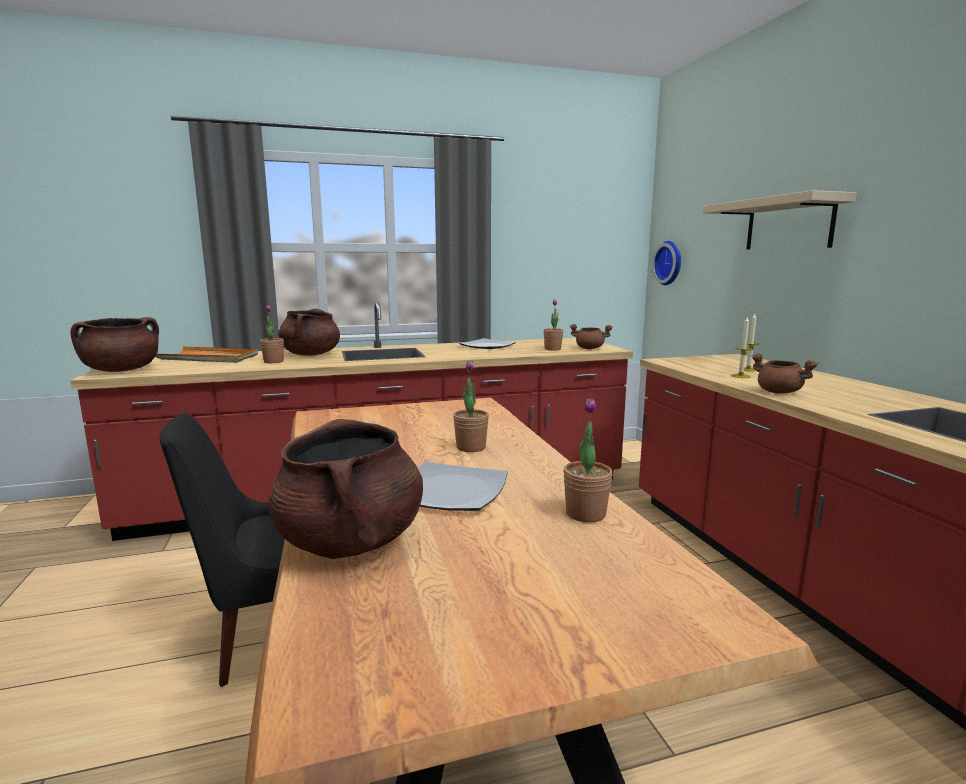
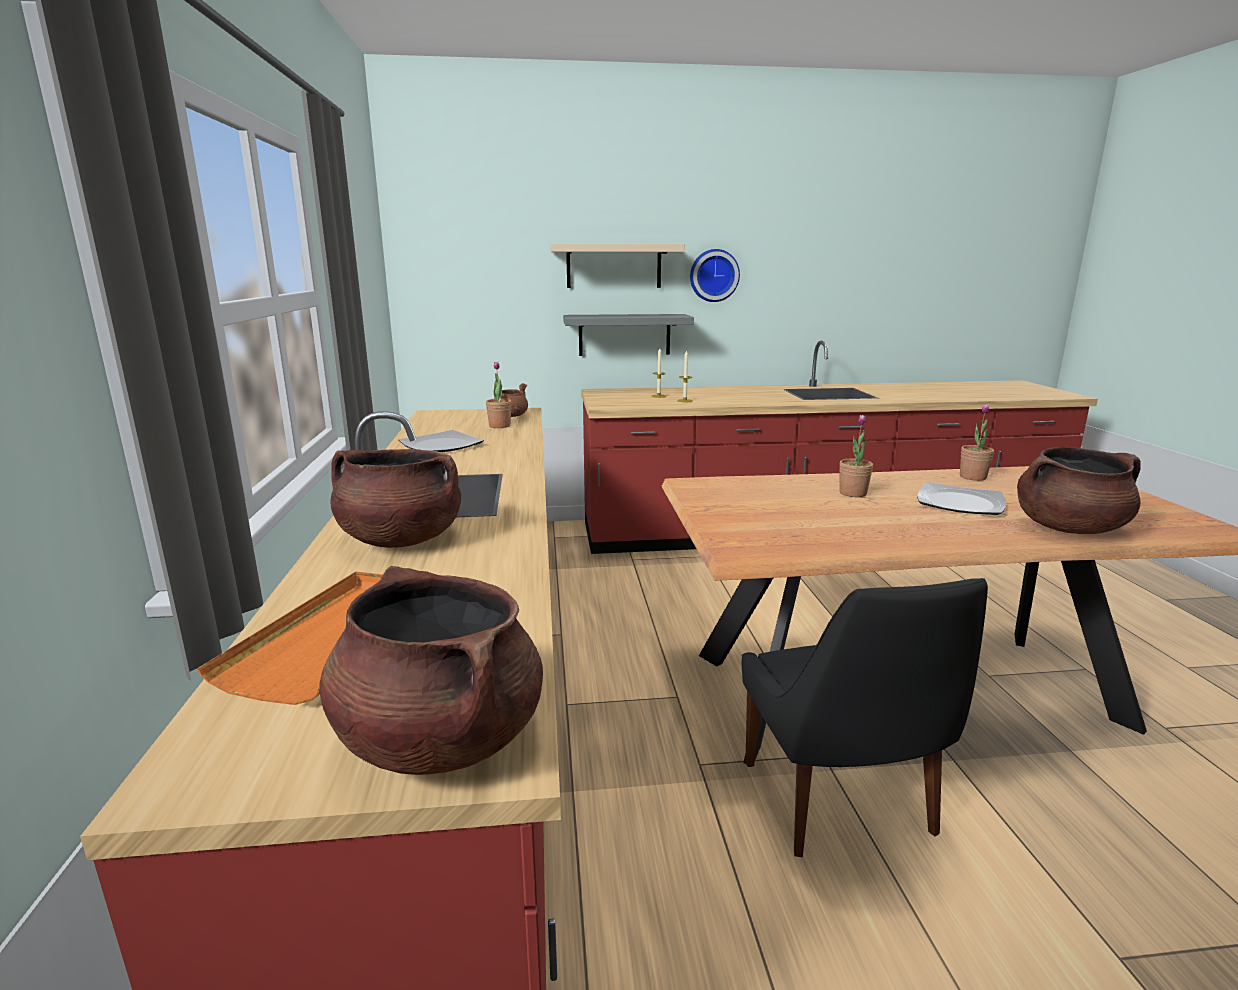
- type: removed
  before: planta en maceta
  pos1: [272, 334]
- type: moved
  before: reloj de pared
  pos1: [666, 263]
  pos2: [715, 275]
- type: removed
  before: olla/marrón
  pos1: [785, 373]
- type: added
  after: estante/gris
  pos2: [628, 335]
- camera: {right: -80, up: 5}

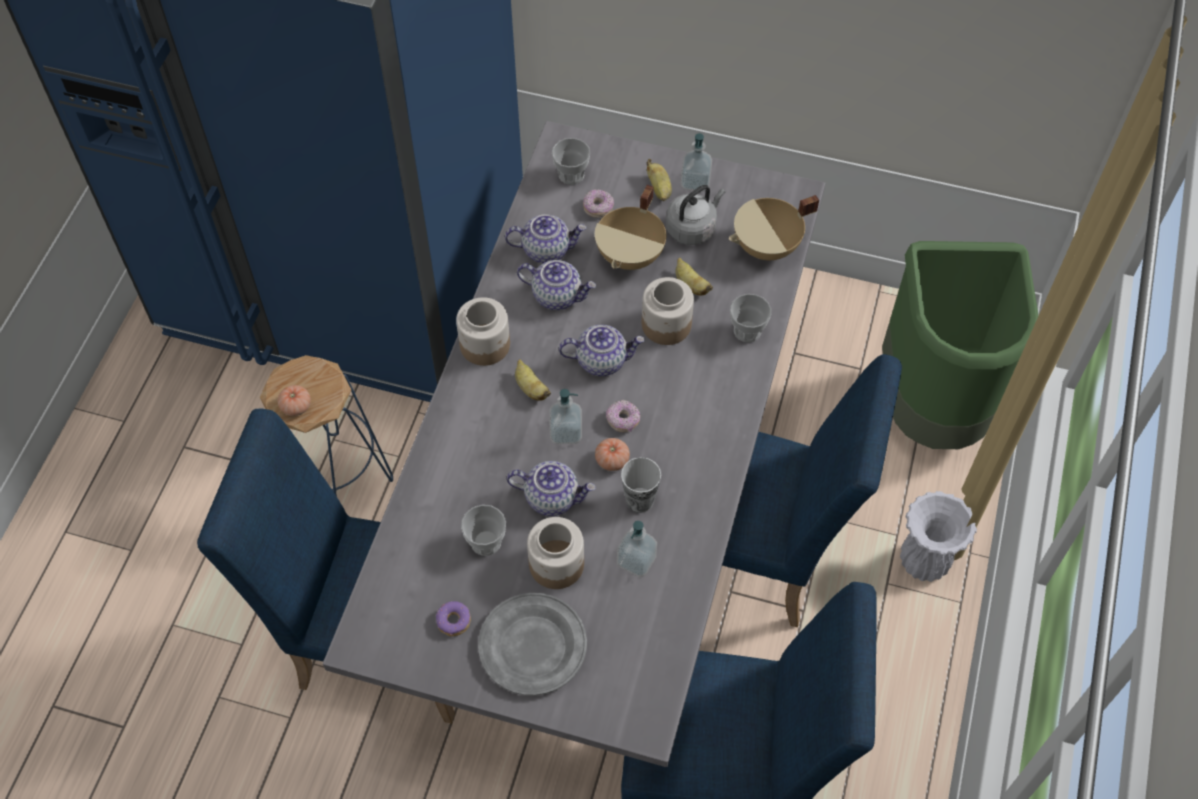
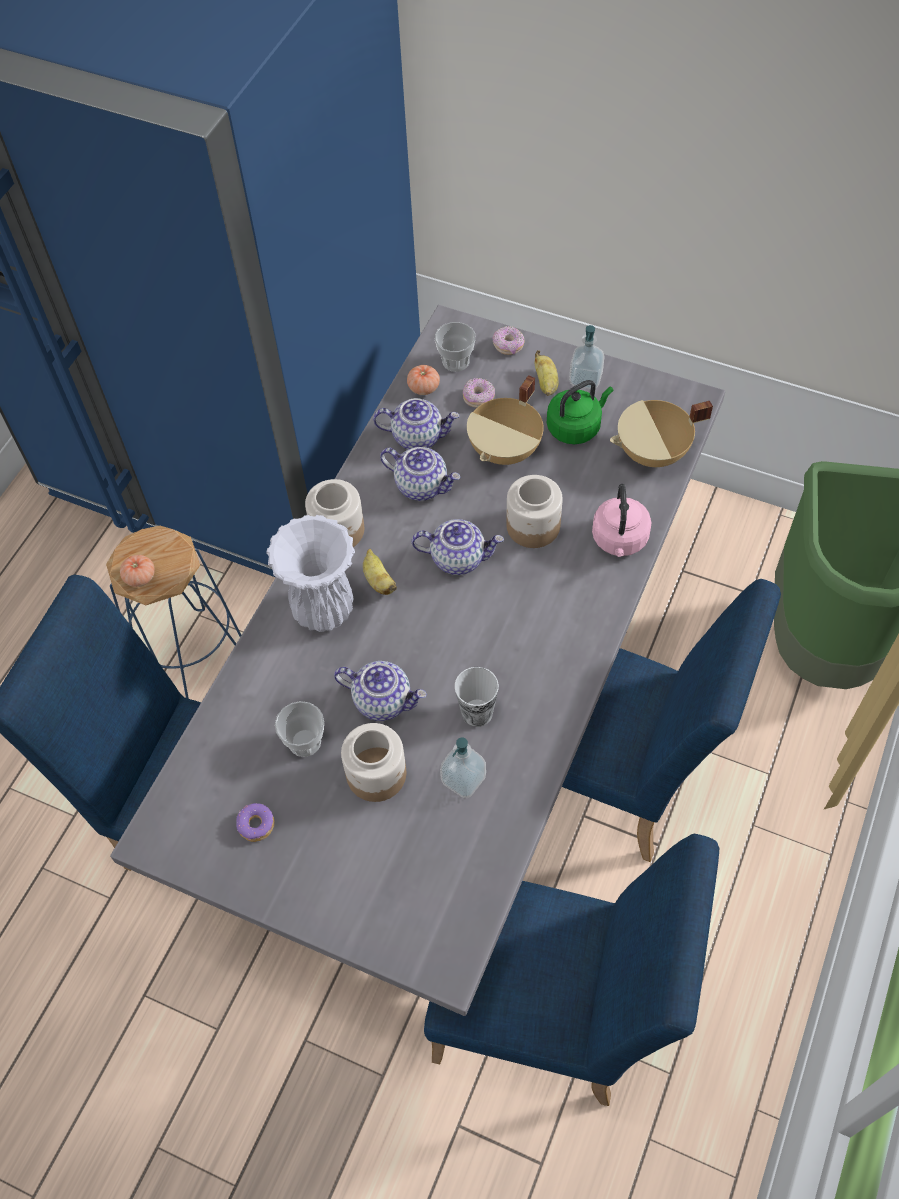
- type: removed
  before: plato/gris
  pos1: [532, 644]
- type: removed
  before: dispensador de jabón
  pos1: [565, 416]
- type: moved
  before: tomate
  pos1: [612, 454]
  pos2: [423, 380]
- type: moved
  before: rosquilla
  pos1: [623, 416]
  pos2: [508, 340]
- type: recoloured
  before: hervidor/gris
  after: hervidor/verde
  pos1: [695, 215]
  pos2: [580, 412]
- type: removed
  before: plátano
  pos1: [694, 277]
- type: replaced
  before: taza
  after: hervidor/rosa
  pos1: [750, 318]
  pos2: [622, 520]
- type: moved
  before: florero/blanco
  pos1: [938, 536]
  pos2: [310, 573]
- camera: {right: 10, up: 0}

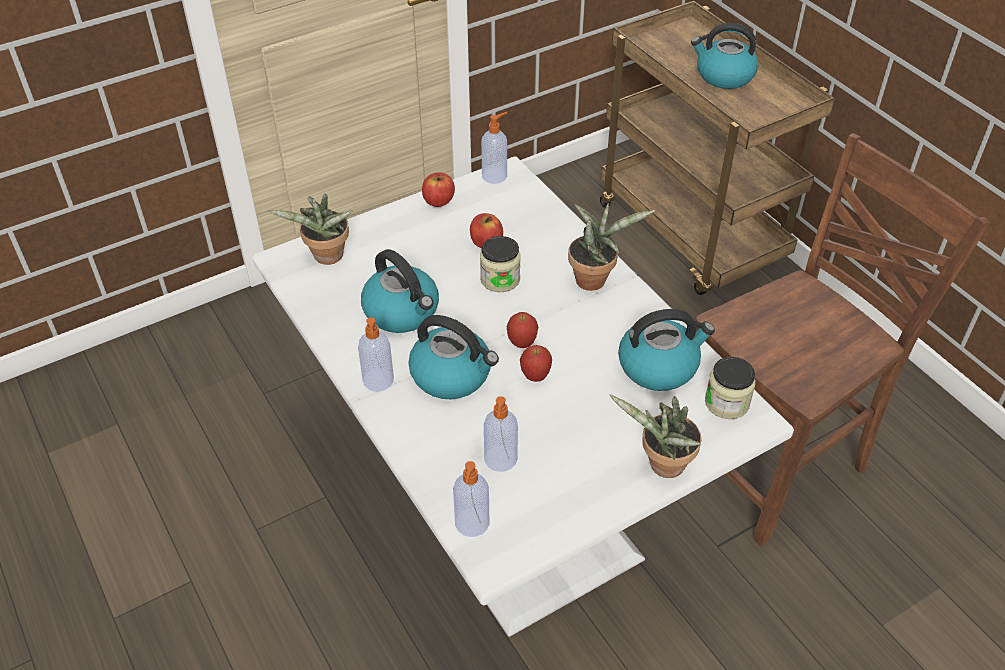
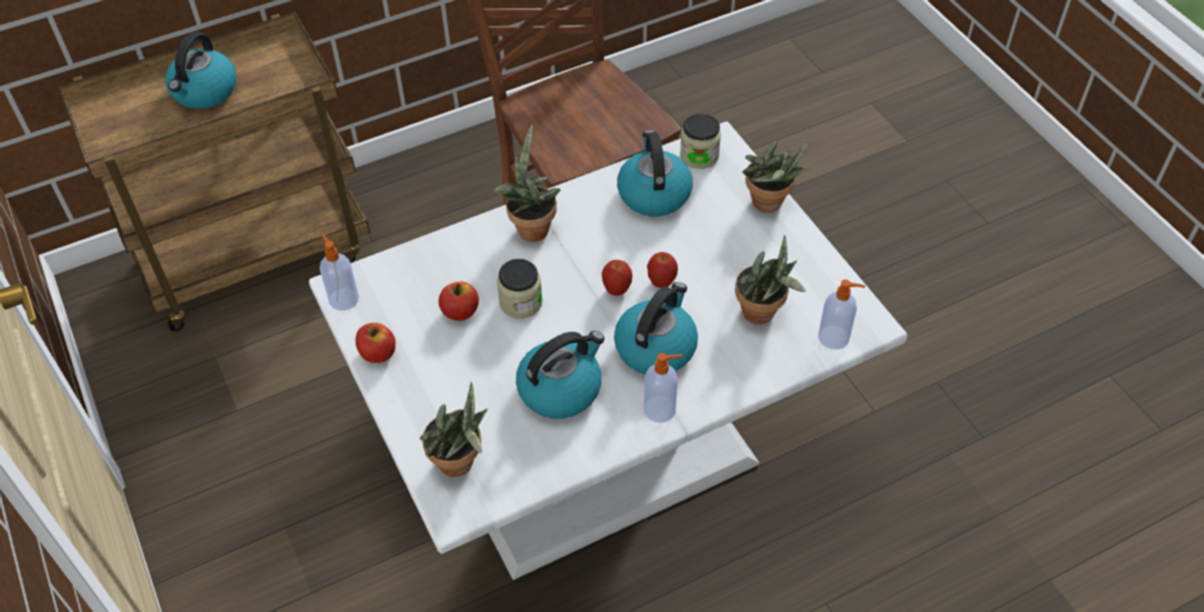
- type: replaced
  before: dispensador de jabón
  after: planta en maceta
  pos1: [501, 434]
  pos2: [770, 279]
- camera: {right: -85, up: 5}

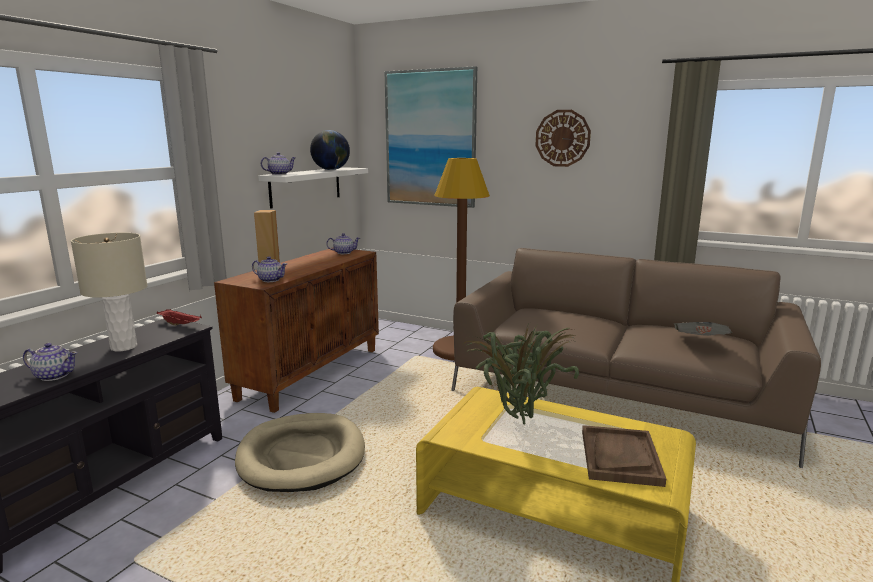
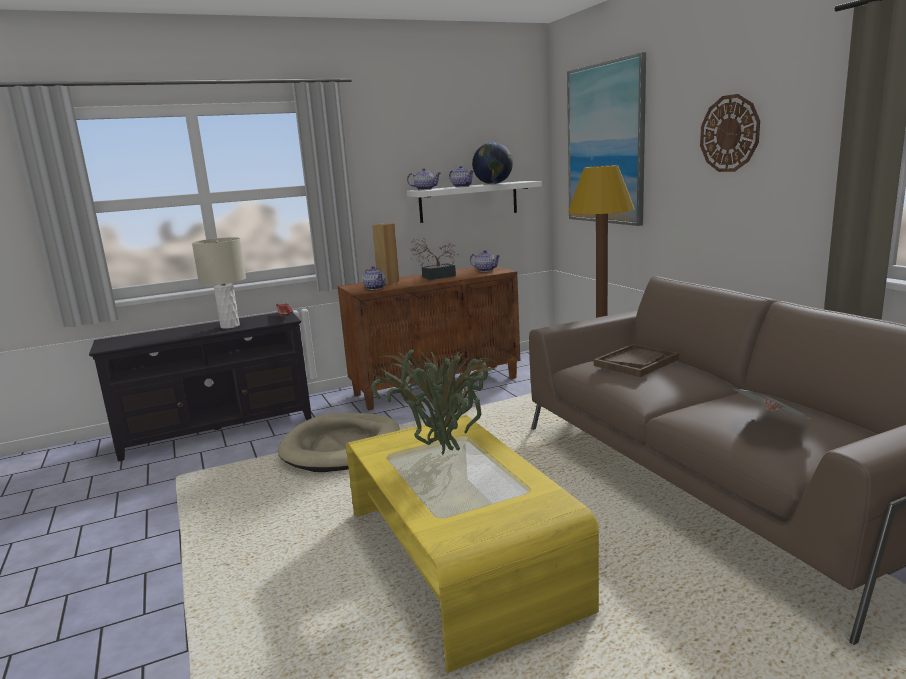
- type: moved
  before: tetera
  pos1: [50, 362]
  pos2: [461, 176]
- type: moved
  before: bandeja/marrón
  pos1: [624, 456]
  pos2: [636, 360]
- type: added
  after: planta en maceta
  pos2: [434, 259]
- camera: {right: 40, up: 0}

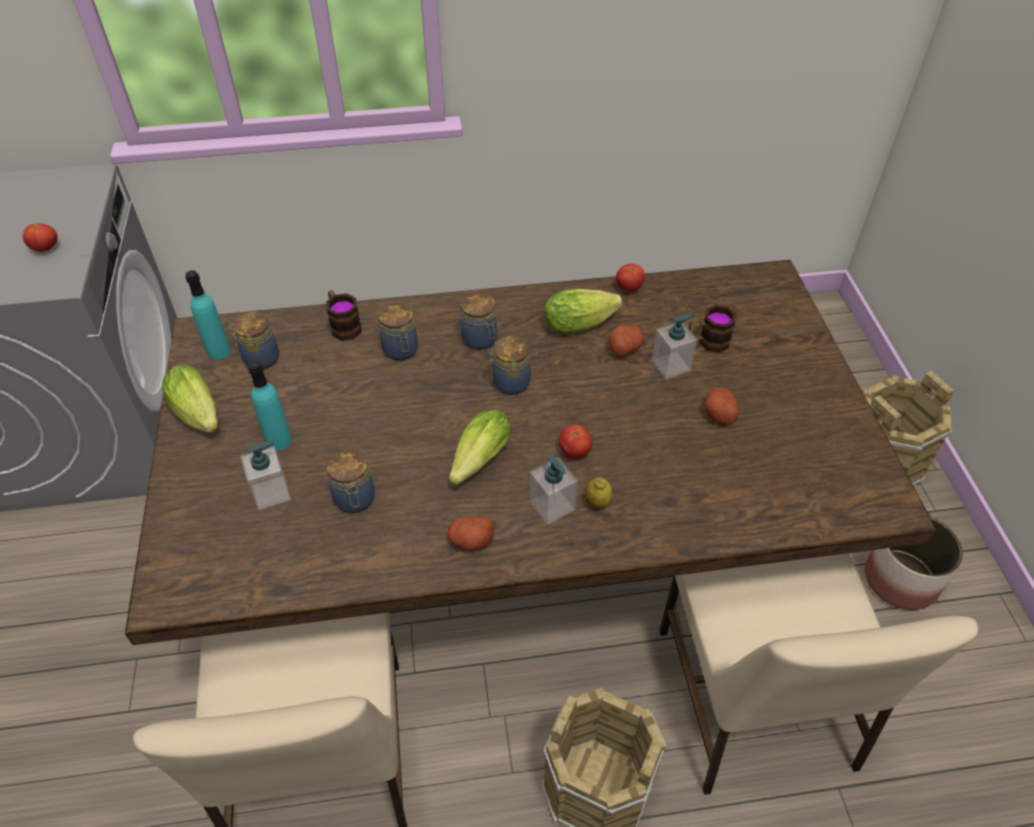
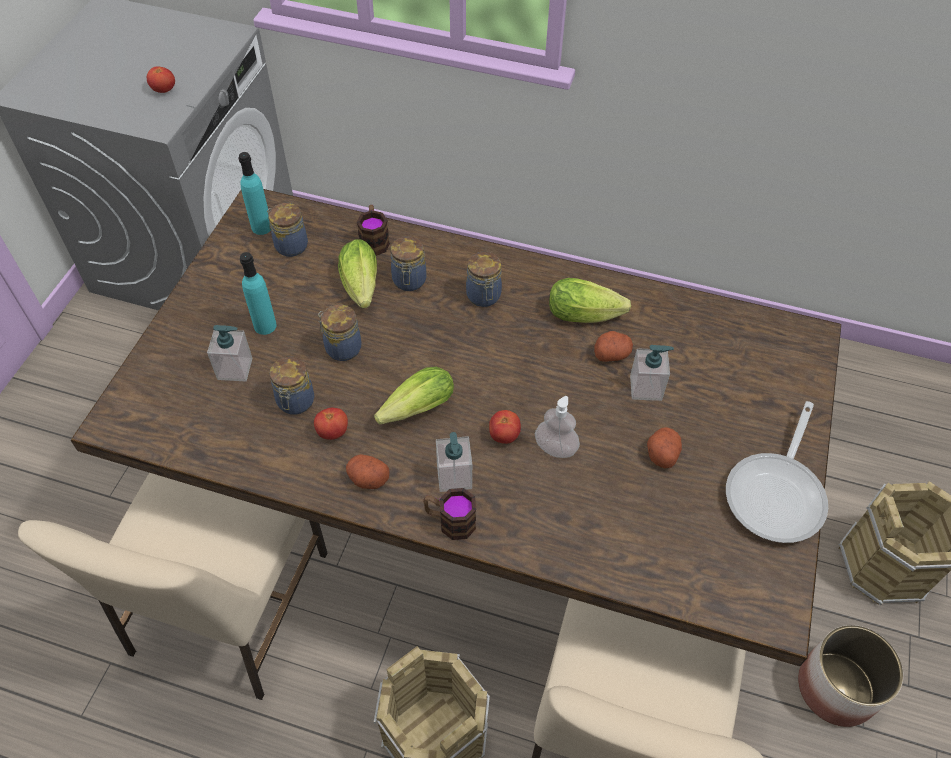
- type: moved
  before: lechuga
  pos1: [190, 398]
  pos2: [357, 274]
- type: moved
  before: tarro
  pos1: [509, 365]
  pos2: [339, 332]
- type: removed
  before: limón
  pos1: [598, 492]
- type: moved
  before: tomate
  pos1: [630, 278]
  pos2: [331, 424]
- type: moved
  before: taza grande
  pos1: [713, 329]
  pos2: [449, 514]
- type: added
  after: dispensador de jabón
  pos2: [557, 427]
- type: added
  after: sartén
  pos2: [777, 472]
- camera: {right: 25, up: 5}

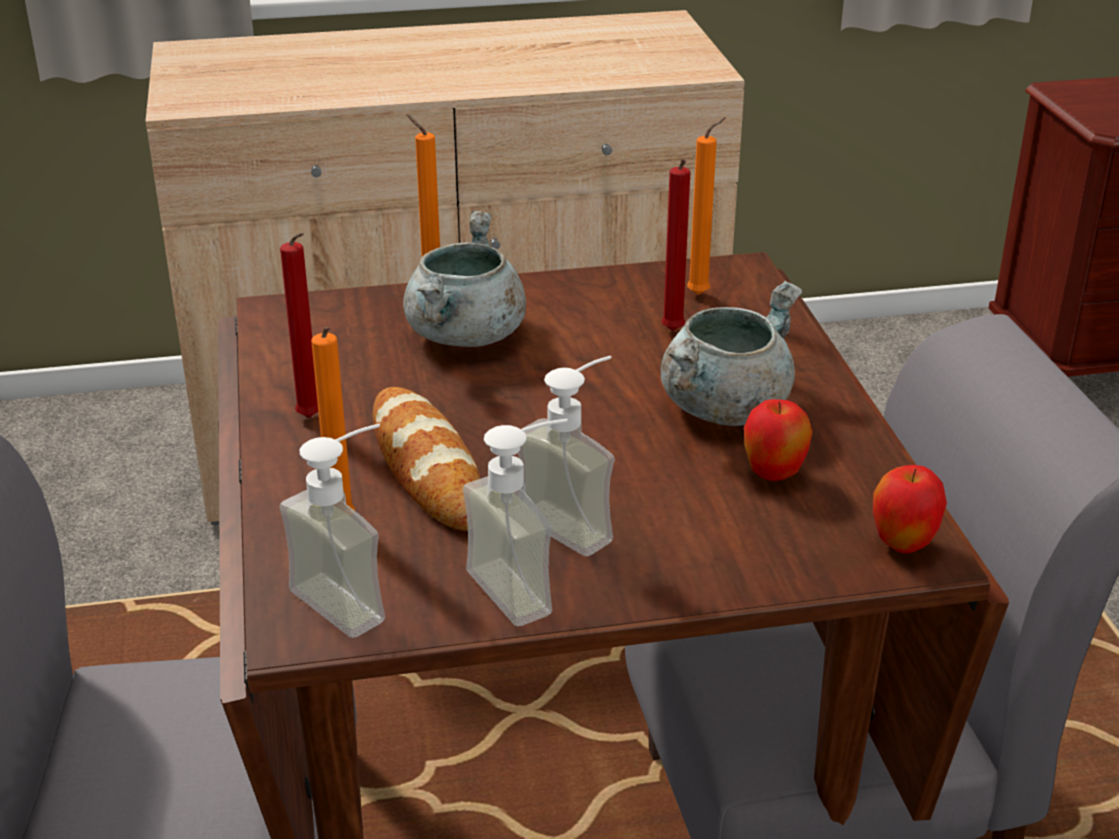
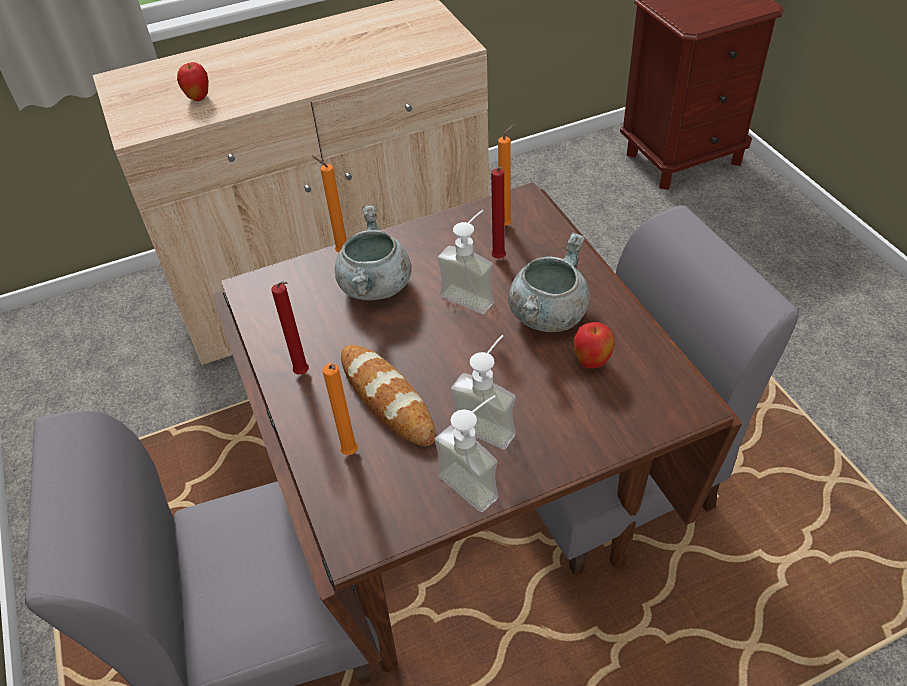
- type: moved
  before: dispensador de jabón
  pos1: [332, 531]
  pos2: [465, 262]
- type: moved
  before: manzana
  pos1: [910, 509]
  pos2: [193, 81]
- camera: {right: -10, up: 15}

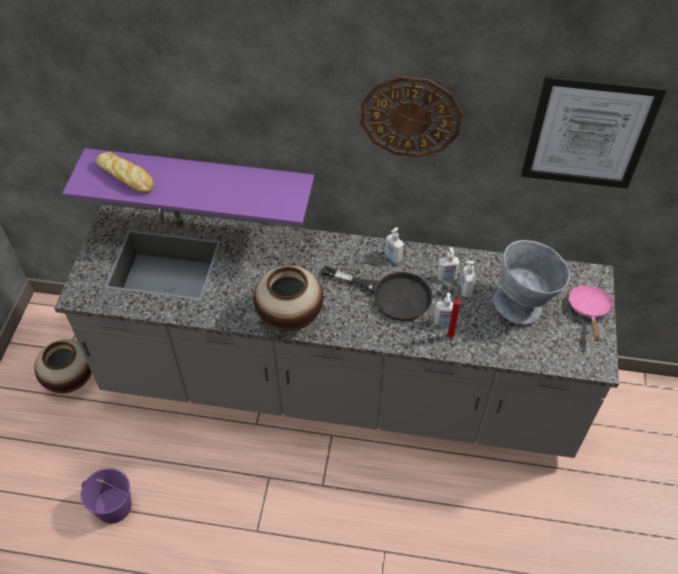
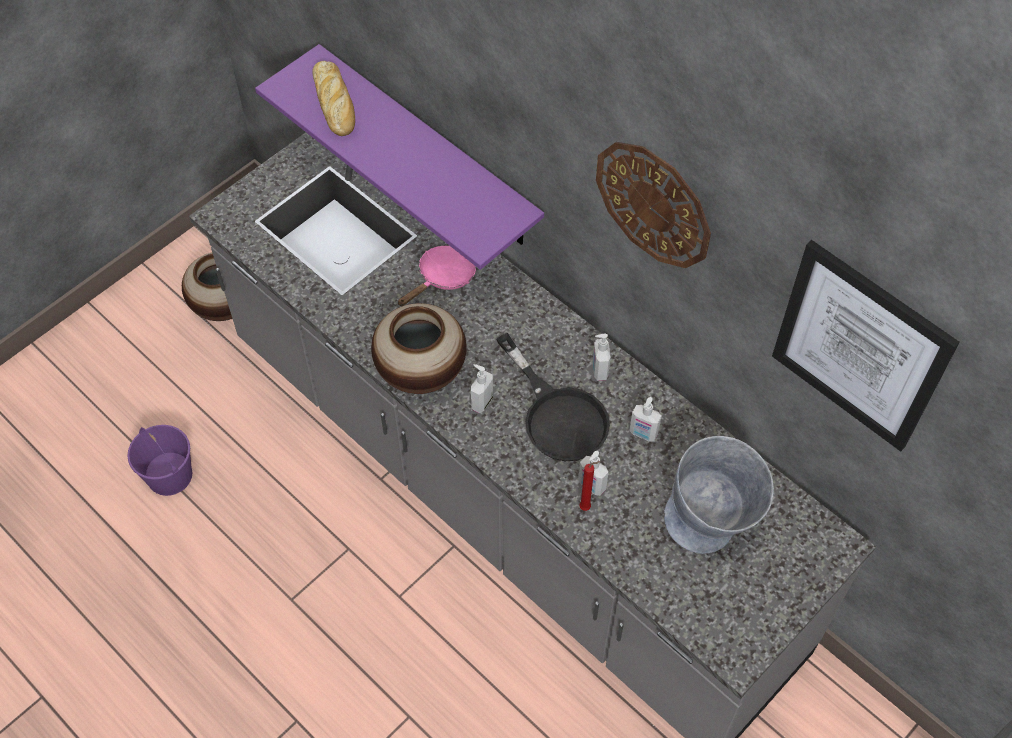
- type: moved
  before: dispensador de jabón
  pos1: [468, 279]
  pos2: [482, 388]
- type: moved
  before: sartén/rosa
  pos1: [591, 313]
  pos2: [437, 276]
- camera: {right: 35, up: 5}

